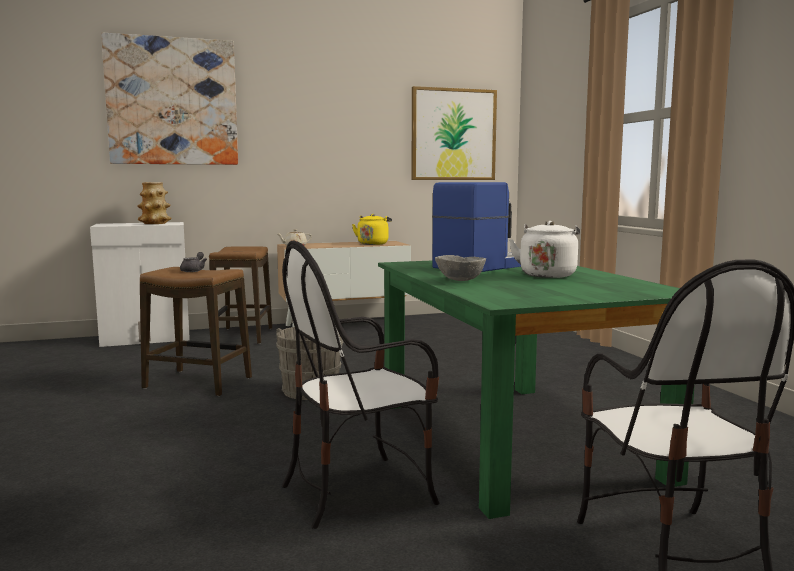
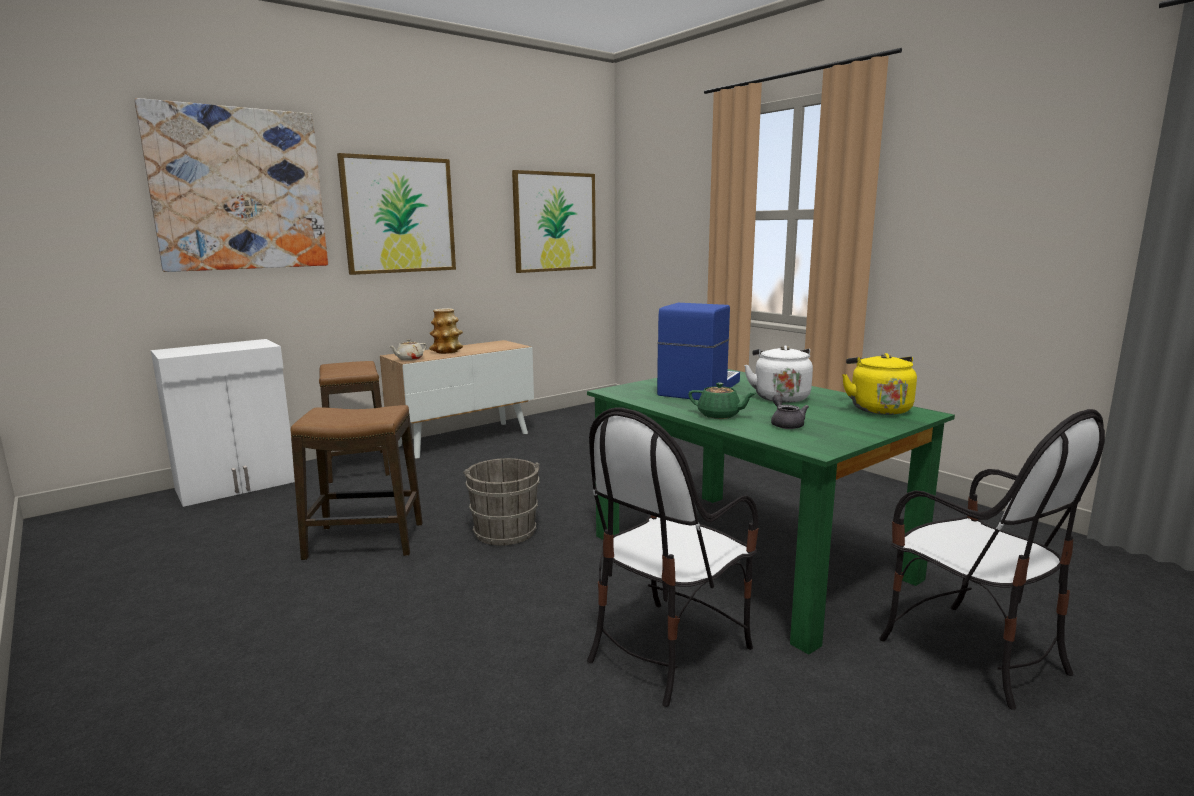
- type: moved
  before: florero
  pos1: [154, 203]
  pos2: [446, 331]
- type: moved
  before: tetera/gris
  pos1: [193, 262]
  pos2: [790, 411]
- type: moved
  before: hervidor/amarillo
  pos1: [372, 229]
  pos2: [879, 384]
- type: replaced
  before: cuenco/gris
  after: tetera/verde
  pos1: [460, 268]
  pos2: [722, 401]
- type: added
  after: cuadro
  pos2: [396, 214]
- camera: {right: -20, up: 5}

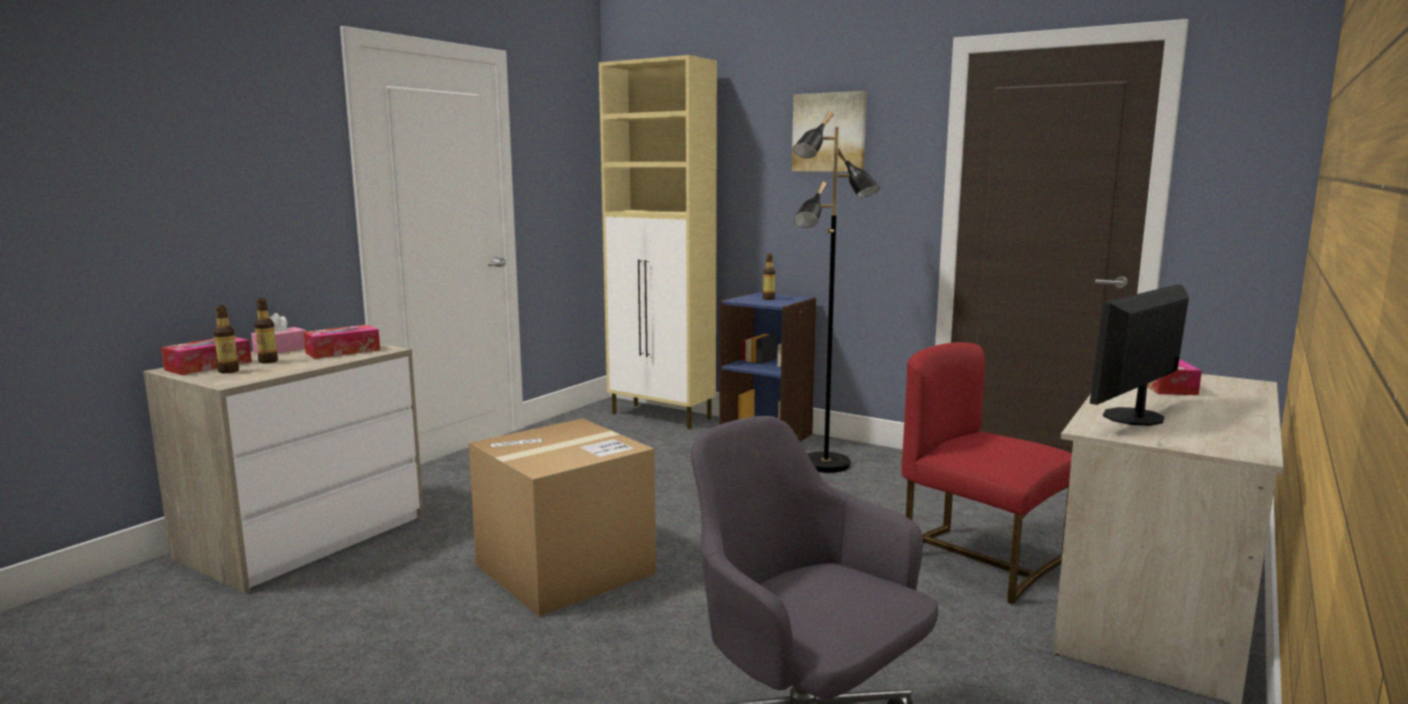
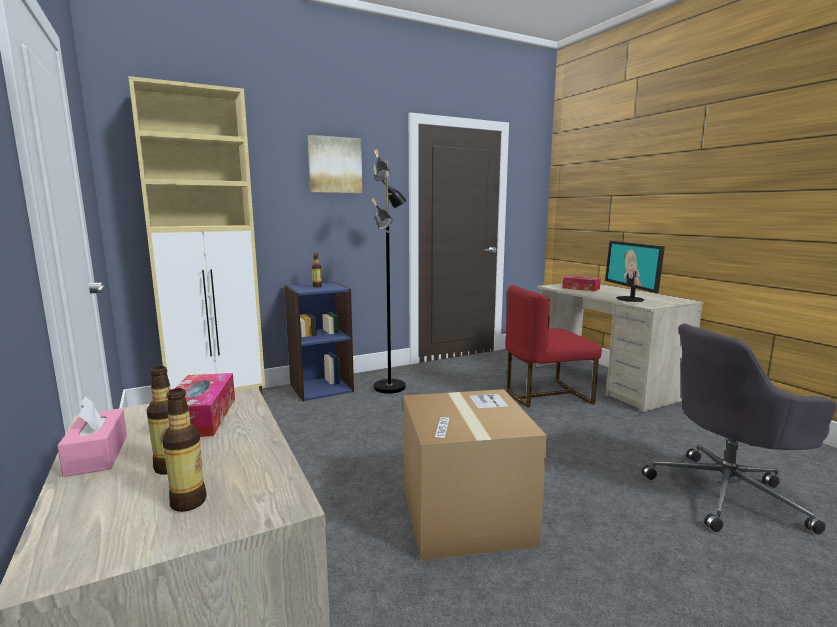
- type: removed
  before: caja de pañuelos
  pos1: [206, 356]
- camera: {right: -60, up: 0}

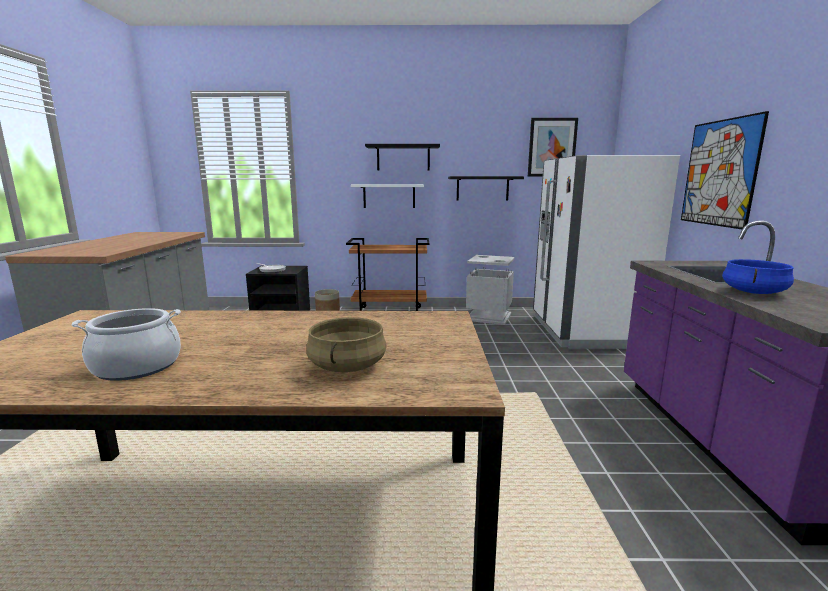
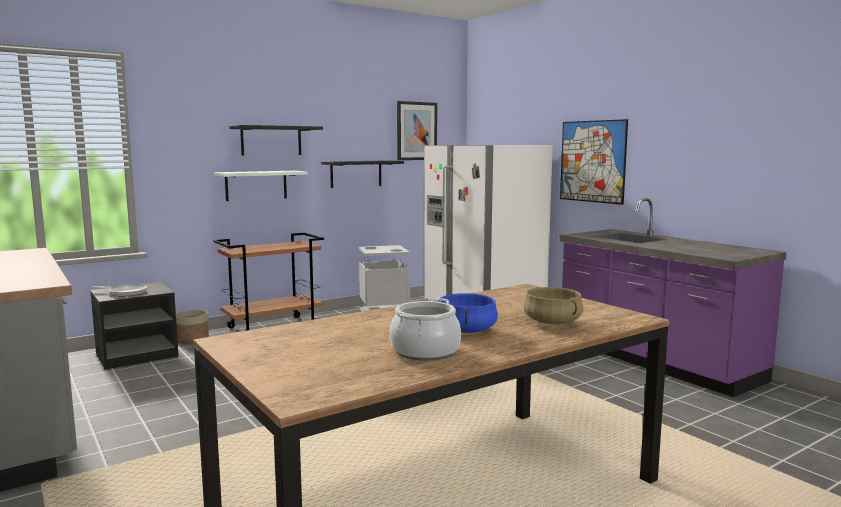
- type: moved
  before: olla/azul
  pos1: [758, 276]
  pos2: [468, 313]
- camera: {right: -35, up: -5}

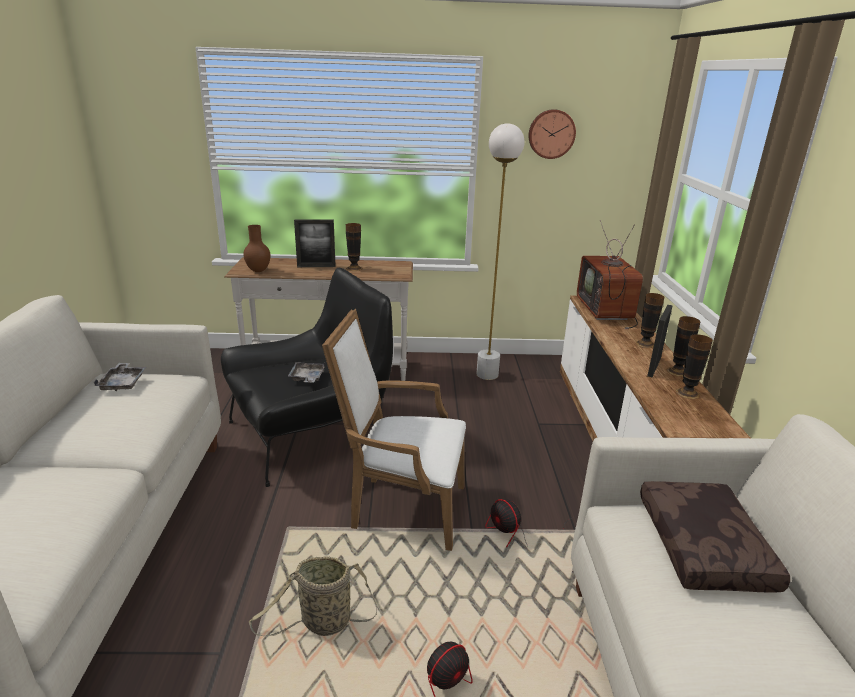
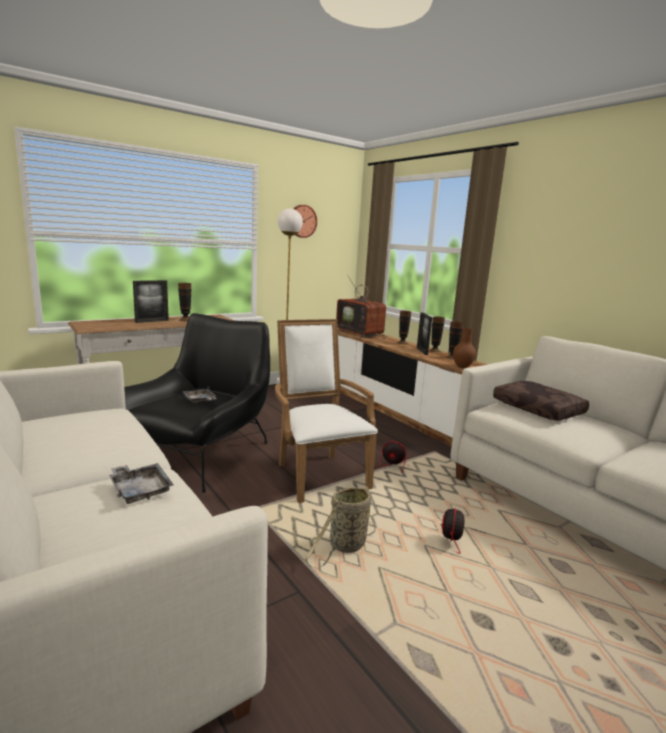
- type: moved
  before: bandeja/gris
  pos1: [120, 377]
  pos2: [141, 483]
- type: moved
  before: florero/marrón
  pos1: [257, 248]
  pos2: [464, 348]
- type: turned
  before: sillón/blanco
  pos1: [394, 430]
  pos2: [326, 411]
  turn: 90
- camera: {right: -35, up: -10}

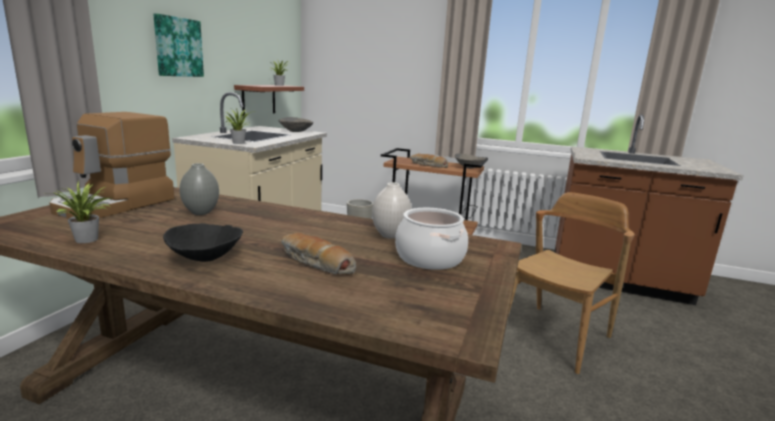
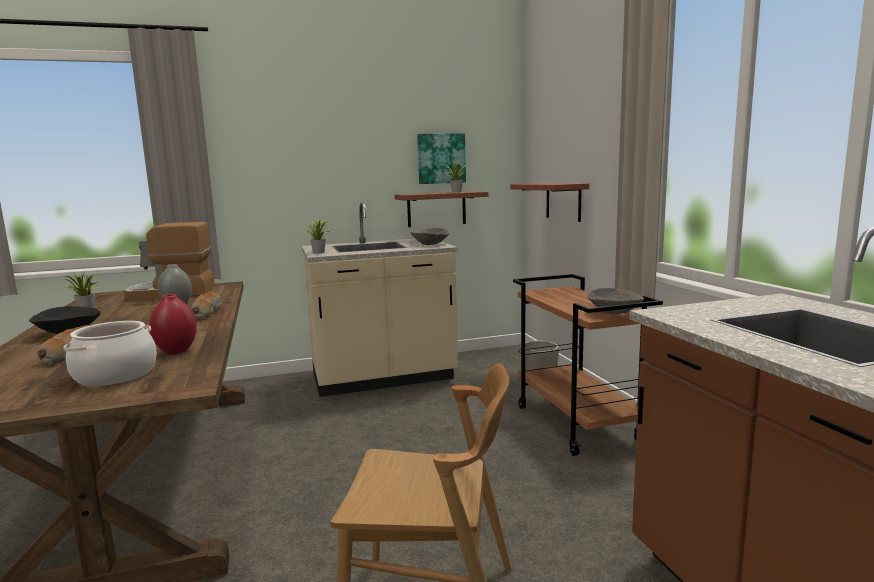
- type: moved
  before: cuadro
  pos1: [178, 45]
  pos2: [441, 158]
- type: recoloured
  before: florero/blanco
  after: florero/rojo
  pos1: [392, 210]
  pos2: [173, 324]
- type: moved
  before: pan
  pos1: [429, 161]
  pos2: [206, 306]
- type: added
  after: estante
  pos2: [549, 202]
- camera: {right: 55, up: -5}

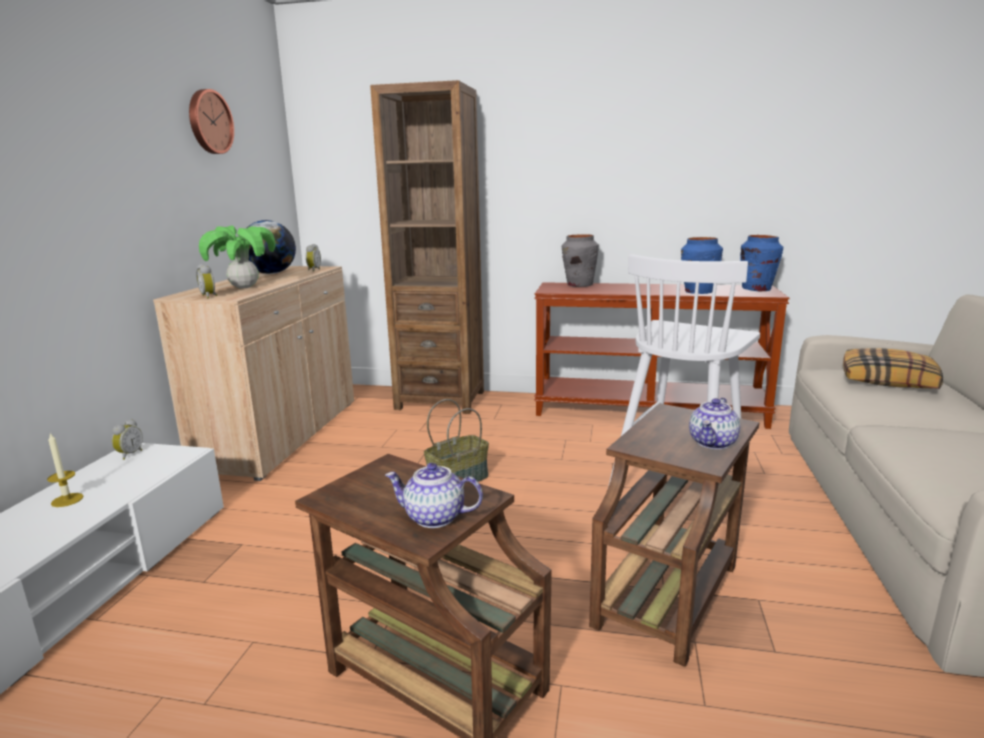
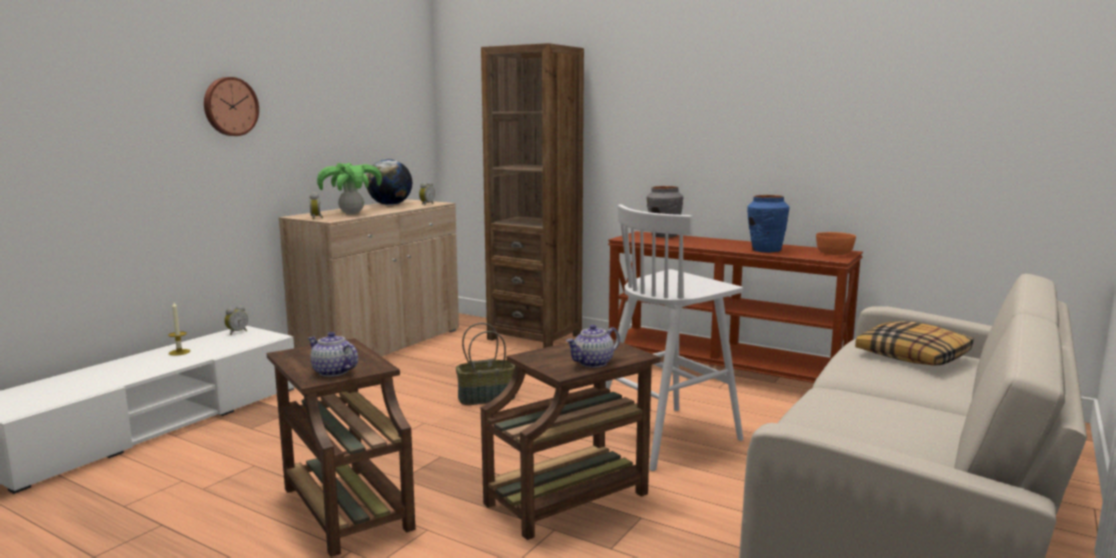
- type: moved
  before: reloj de pared
  pos1: [211, 121]
  pos2: [231, 106]
- type: replaced
  before: florero/azul
  after: cuenco/naranja
  pos1: [761, 263]
  pos2: [836, 243]
- camera: {right: 20, up: -5}

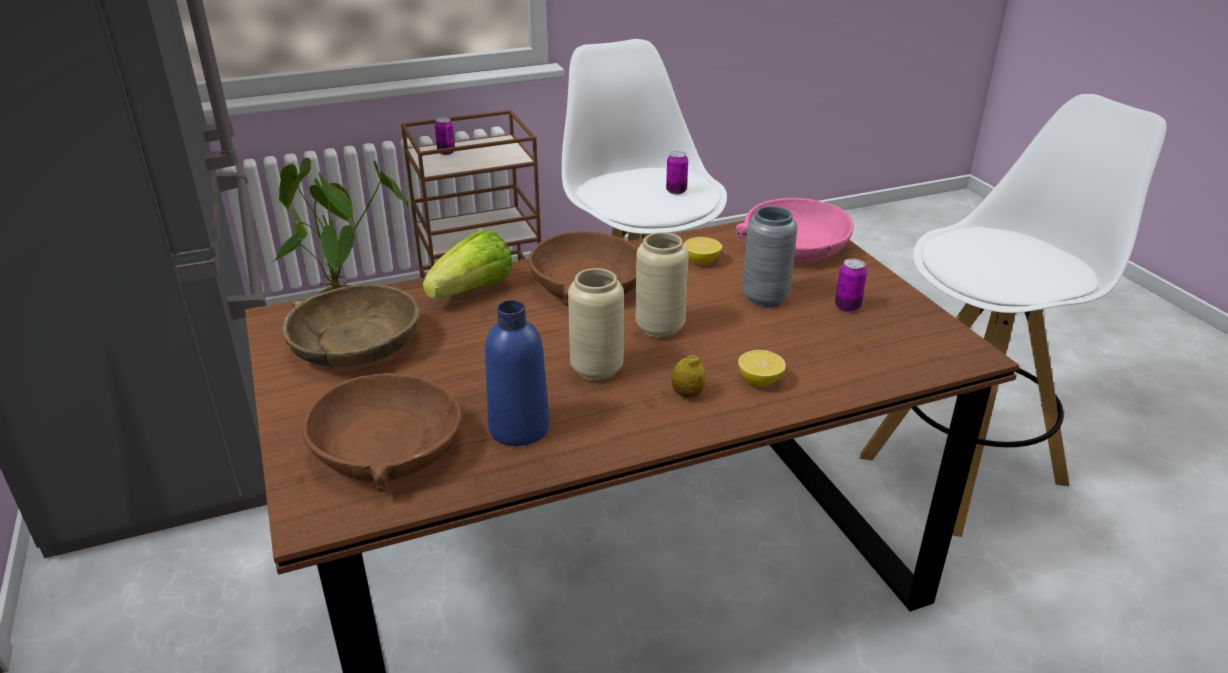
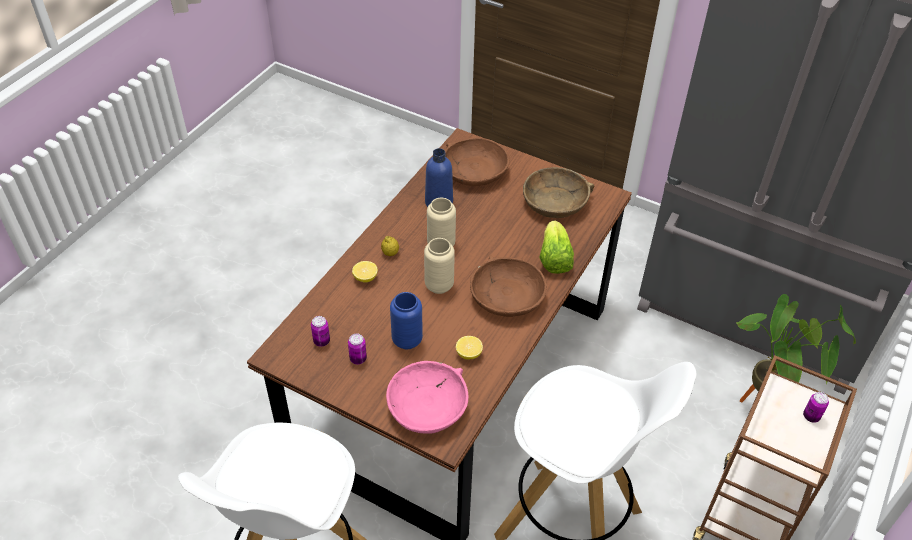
- type: moved
  before: lata
  pos1: [677, 173]
  pos2: [320, 331]
- type: recoloured
  before: florero/gris
  after: florero/azul
  pos1: [770, 256]
  pos2: [406, 320]
- camera: {right: 140, up: 15}

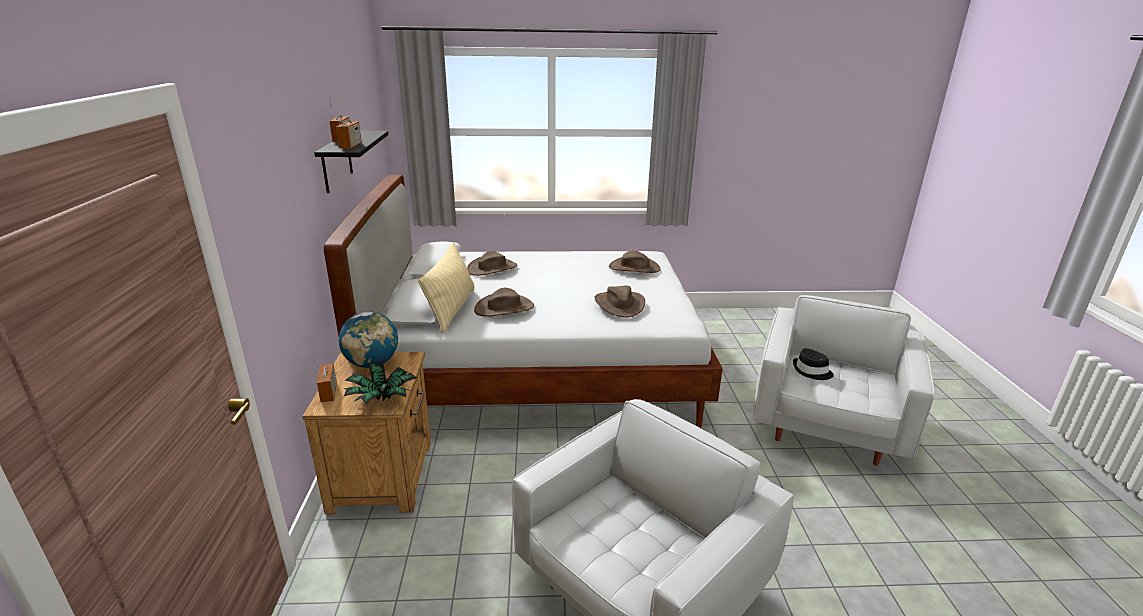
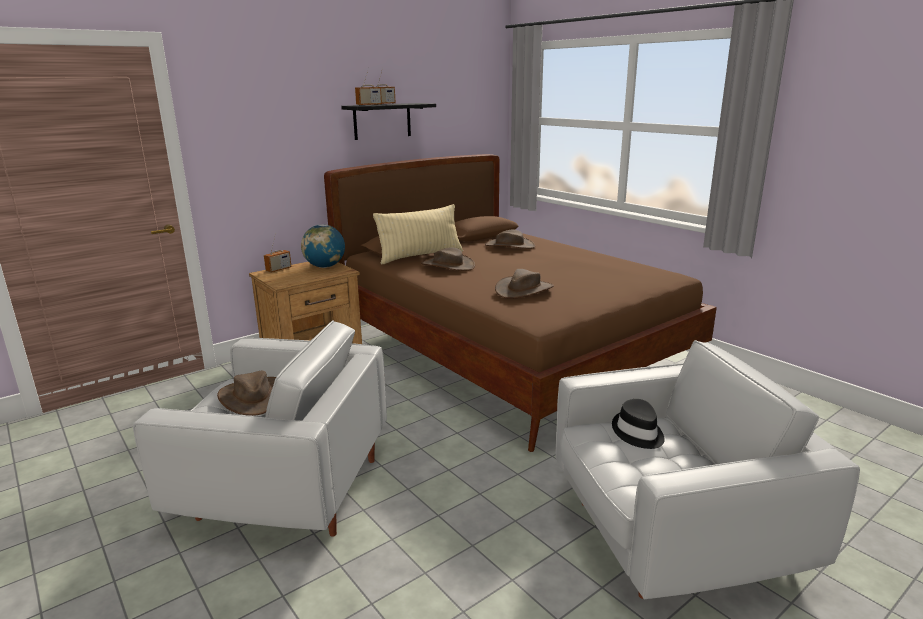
- type: recoloured
  before: cama/blanco
  after: cama/marrón
  pos1: [523, 301]
  pos2: [520, 303]
- type: removed
  before: planta en maceta
  pos1: [380, 382]
- type: moved
  before: sombrero/marrón
  pos1: [635, 262]
  pos2: [246, 393]
- camera: {right: 55, up: -5}

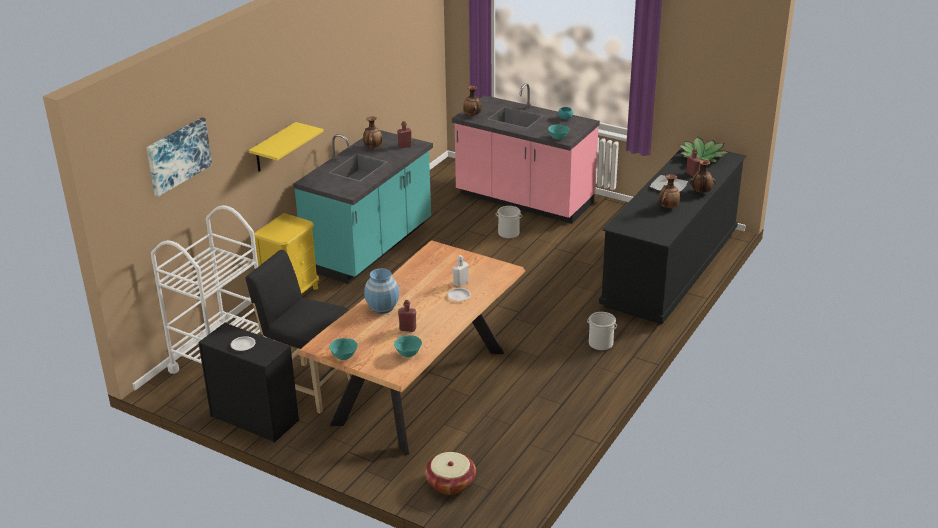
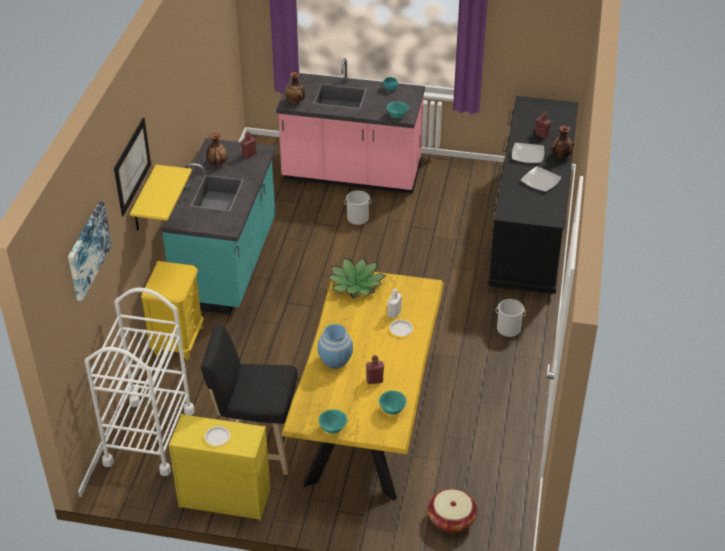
- type: recoloured
  before: cómoda/negro
  after: cómoda/amarillo
  pos1: [248, 382]
  pos2: [220, 467]
- type: recoloured
  before: mesa de comedor/marrón
  after: mesa de comedor/amarillo
  pos1: [411, 348]
  pos2: [362, 386]
- type: replaced
  before: florero
  after: plato
  pos1: [669, 191]
  pos2: [541, 179]
- type: moved
  before: planta en maceta
  pos1: [704, 149]
  pos2: [357, 277]
- type: added
  after: cuadro
  pos2: [132, 166]
- camera: {right: -20, up: 10}

